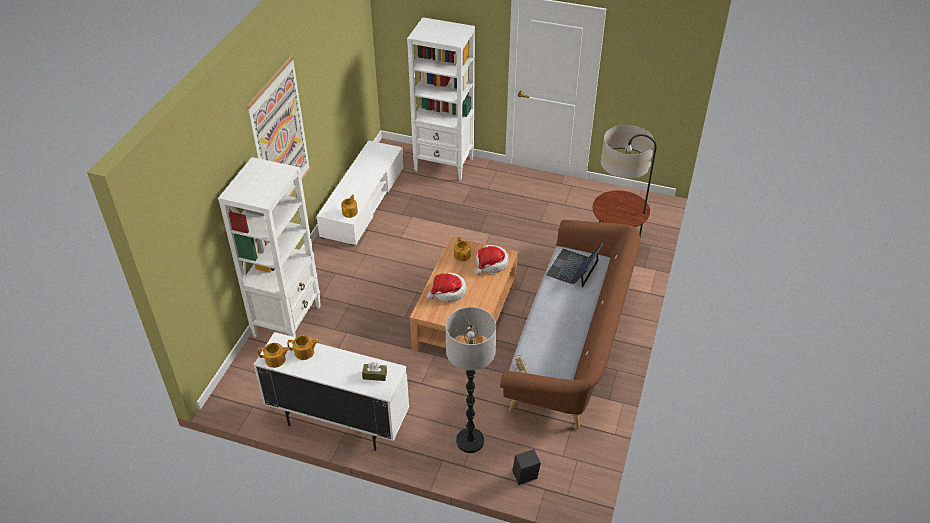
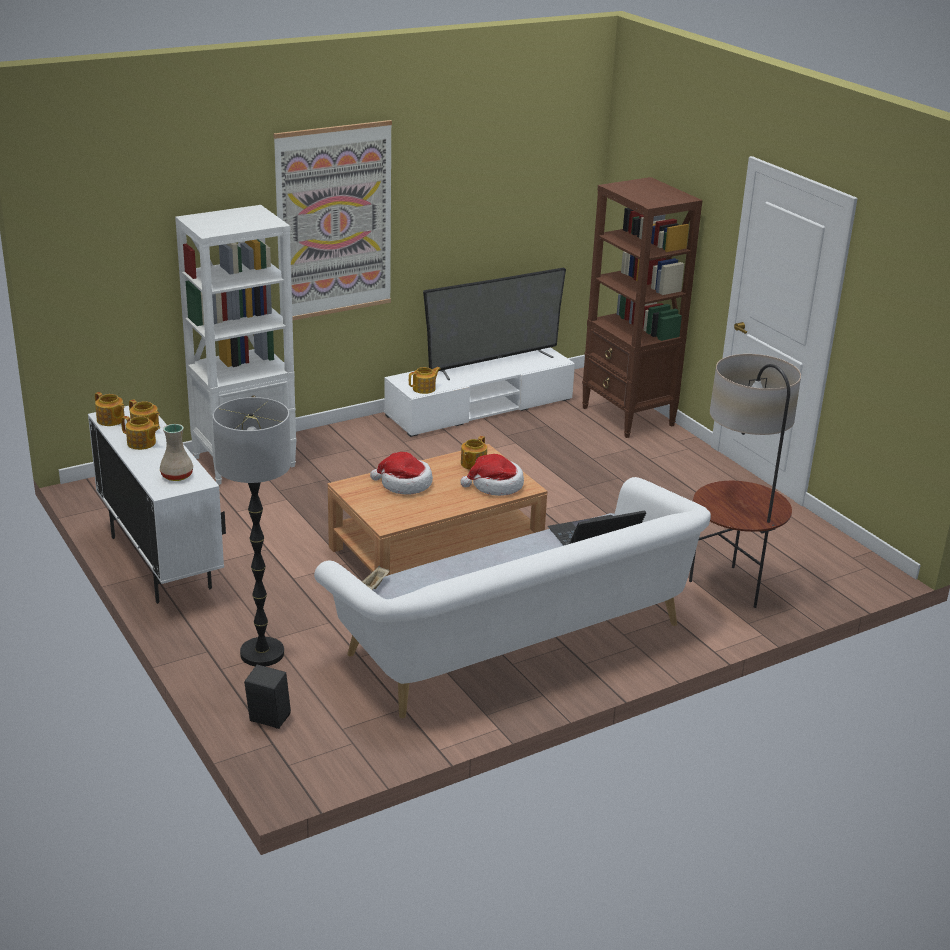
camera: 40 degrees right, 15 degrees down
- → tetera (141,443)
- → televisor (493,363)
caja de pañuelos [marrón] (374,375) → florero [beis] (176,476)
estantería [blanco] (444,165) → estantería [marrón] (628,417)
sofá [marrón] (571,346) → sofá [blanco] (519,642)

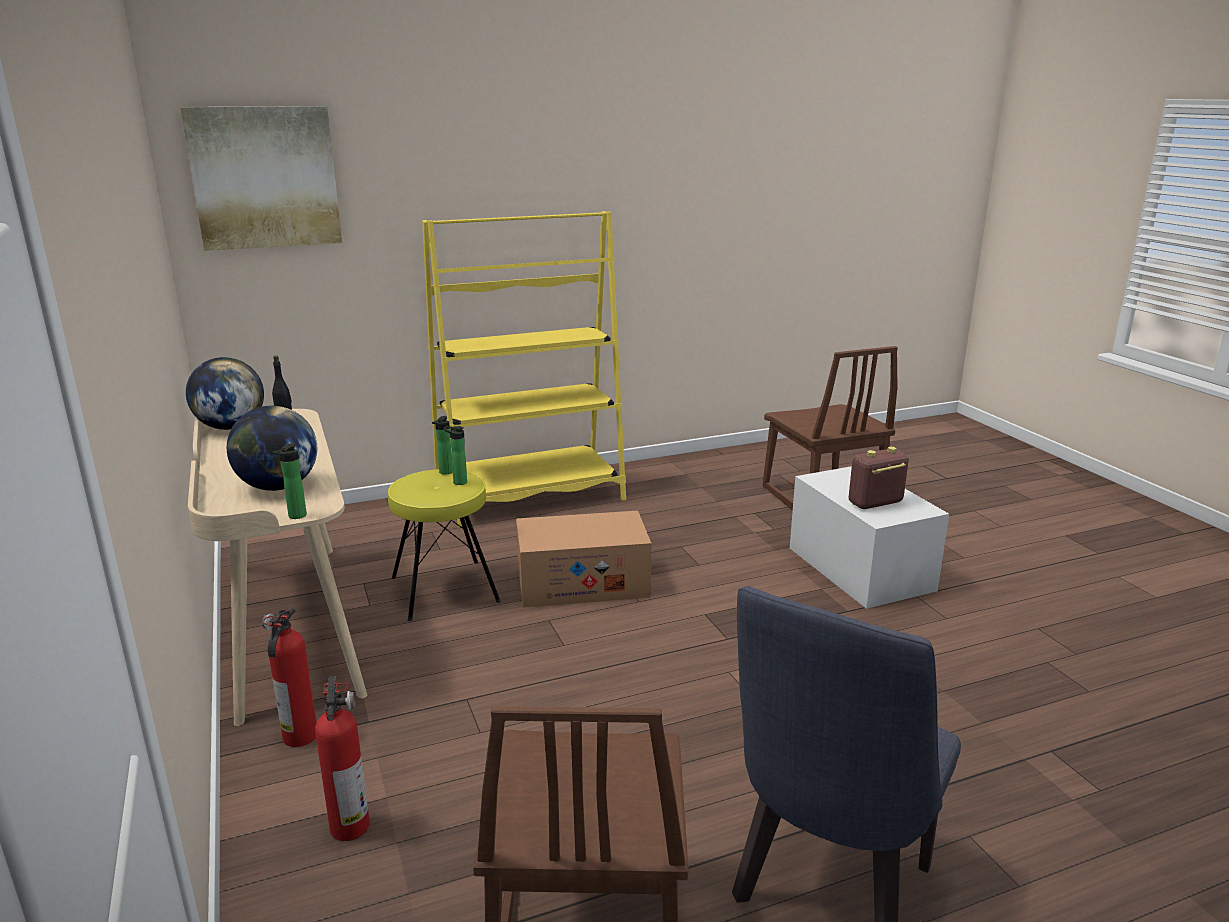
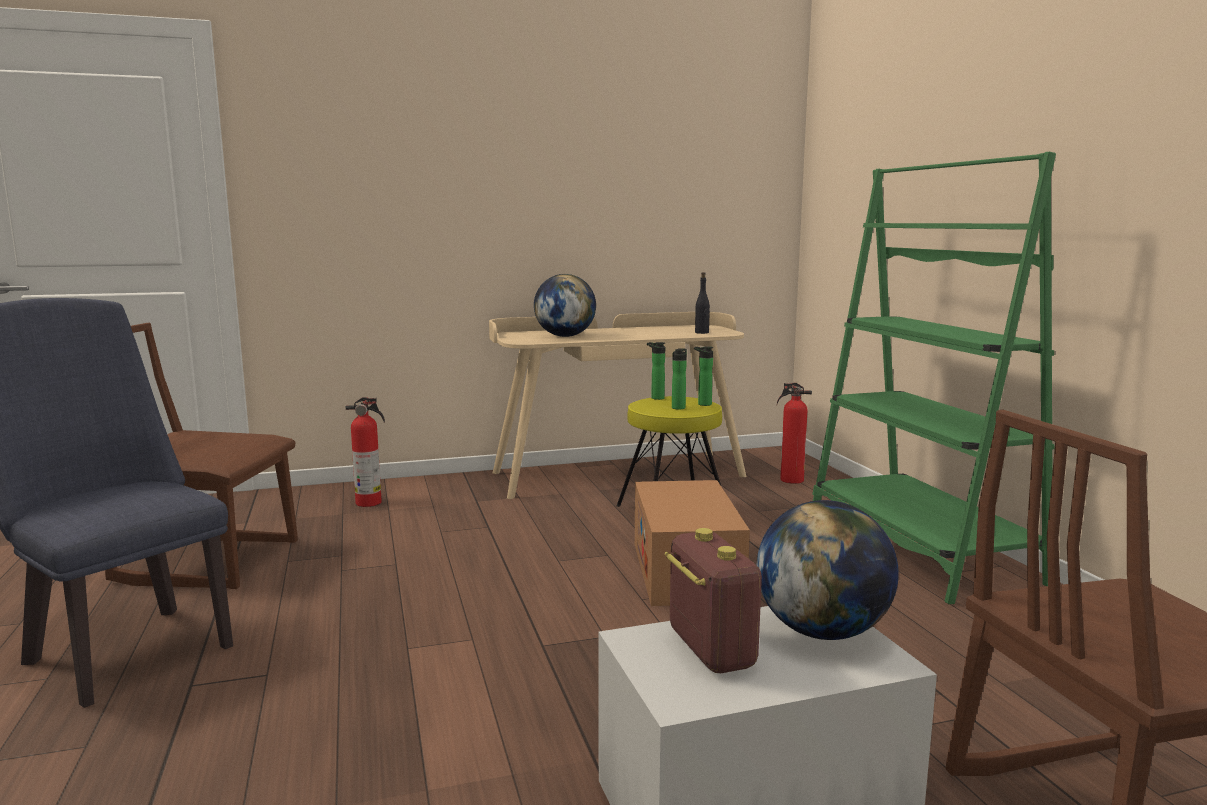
camera: 95 degrees right, 10 degrees down
cuadro (265,177) → -
globo terráqueo (230,427) → globo terráqueo (822,631), moved
extintor (299,737) → extintor (790,480), moved
botella (295,516) → botella (655,398), moved
estantería [amarillo] (530,497) → estantería [verde] (918,548)

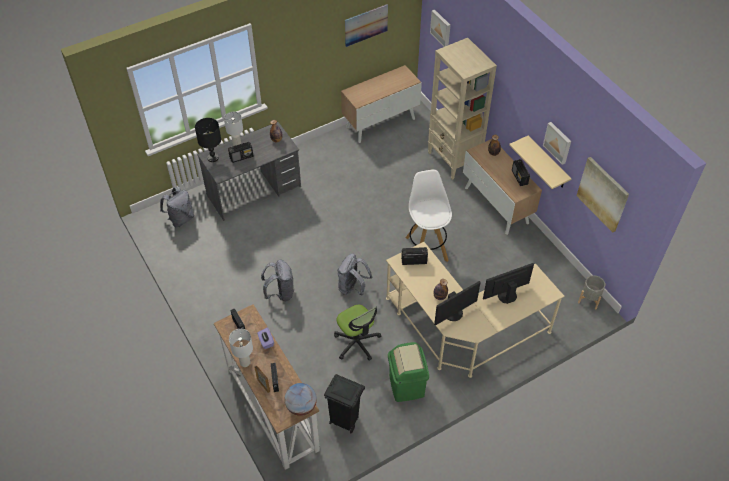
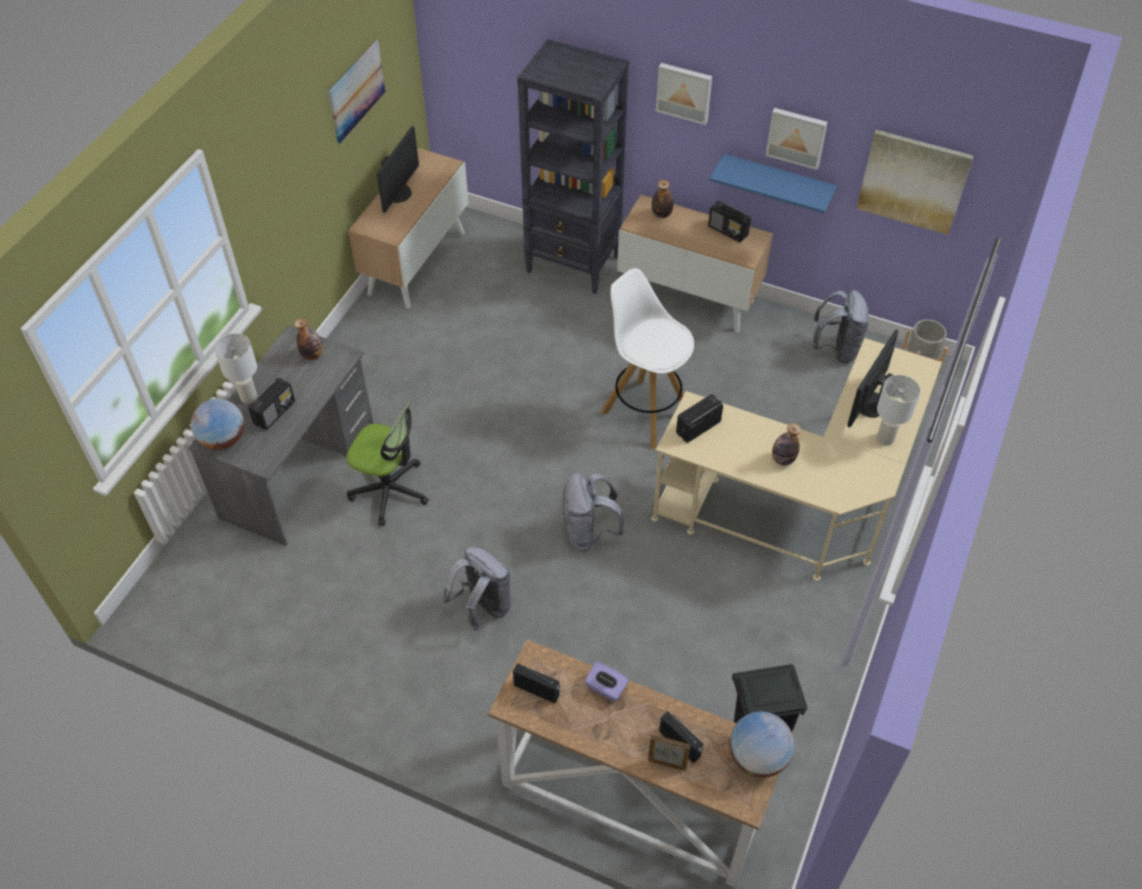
camera: 35 degrees left, 0 degrees up
papelera [verde] (407,385) → -
mochila [gris] (180,219) → mochila [gris] (836,349), moved
lámpara de mesa [blanco] (245,362) → lámpara de mesa [blanco] (884,438), moved
silla de oficina (357,342) → silla de oficina (390,490), moved
cuadro (441,28) → cuadro (684,92), moved
monitor (454,314) → monitor (399,193), moved
lámpara de mesa [negro] (213,157) → globo terráqueo (223,439)
estantería [beis] (454,160) → estantería [negro] (574,265)
estante [beis] (547,163) → estante [azul] (777,183)

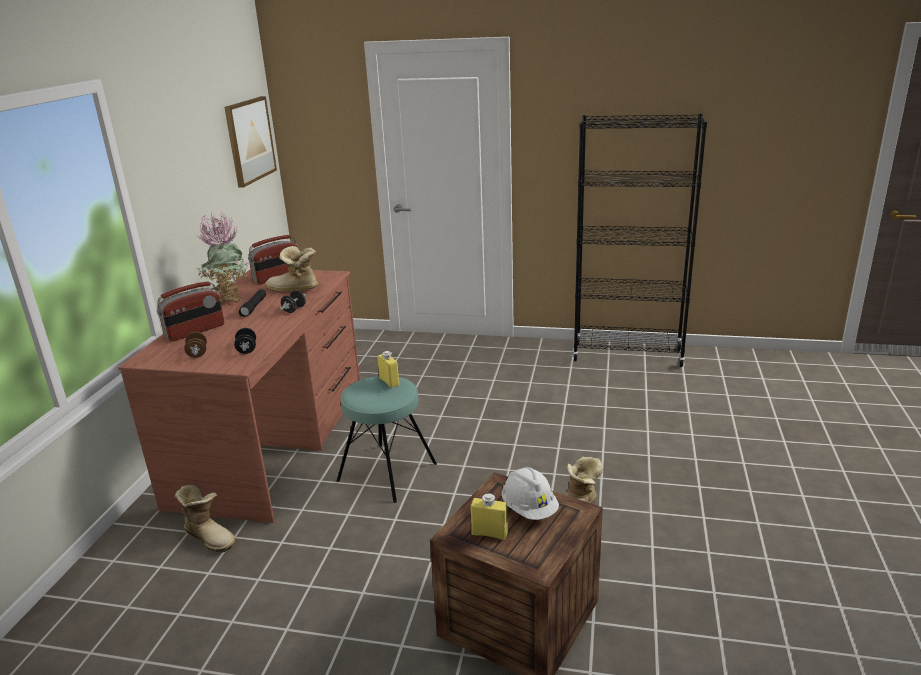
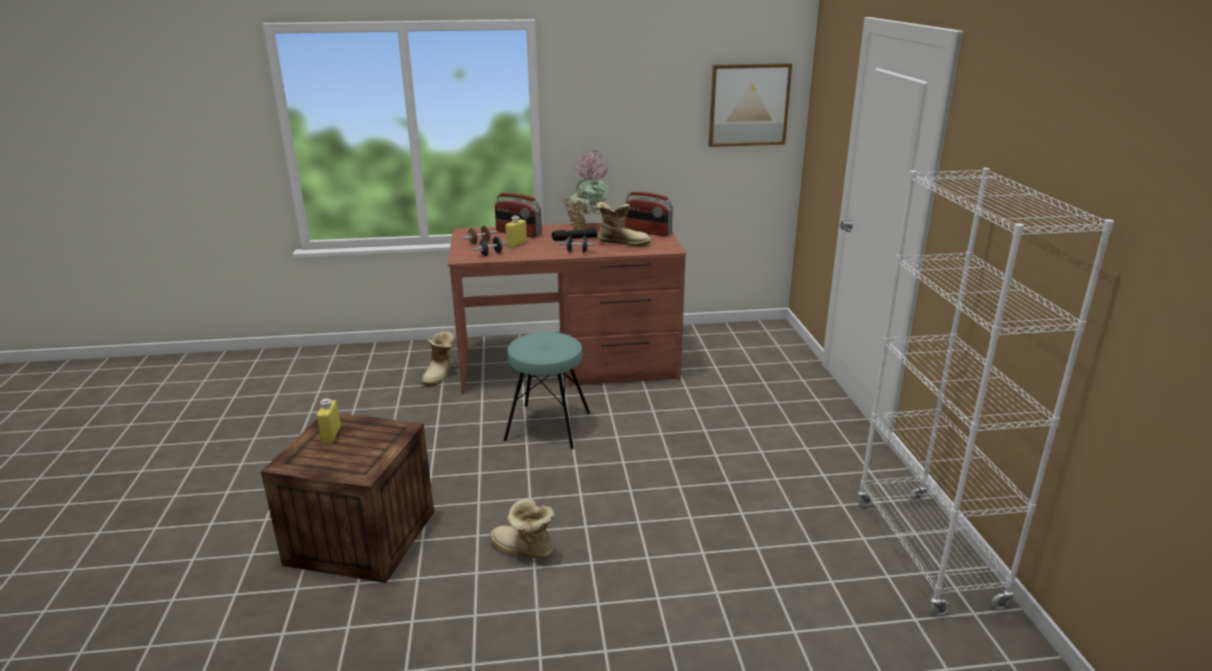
camera: 70 degrees right, 0 degrees up
casco [blanco] (529,509) → -
botella [amarillo] (389,382) → botella [amarillo] (516,244), moved
estantería [negro] (627,355) → estantería [blanco] (926,553)
bota (293,289) → bota (622,243), 105 degrees clockwise

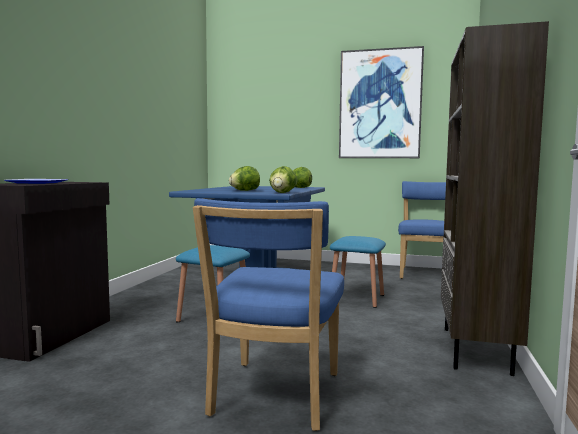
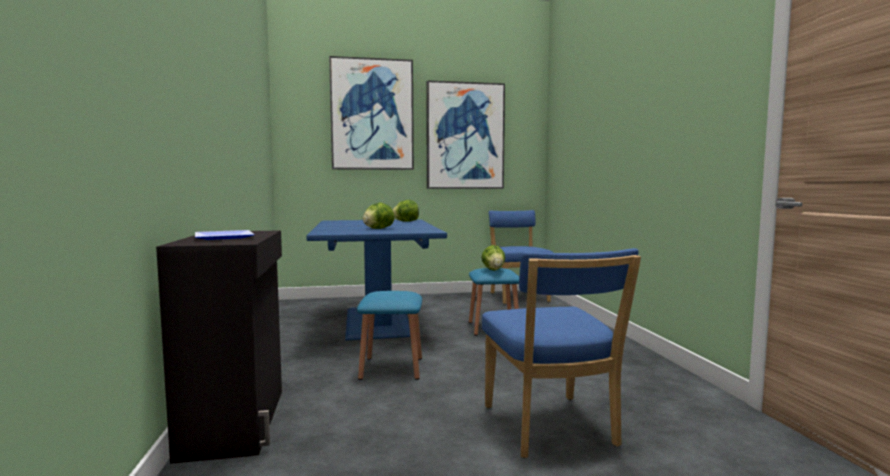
camera: 25 degrees left, 0 degrees up
estantería [marrón] (477,350) → -
- → cuadro (372,115)
lechuga (282,193) → lechuga (493,270), moved

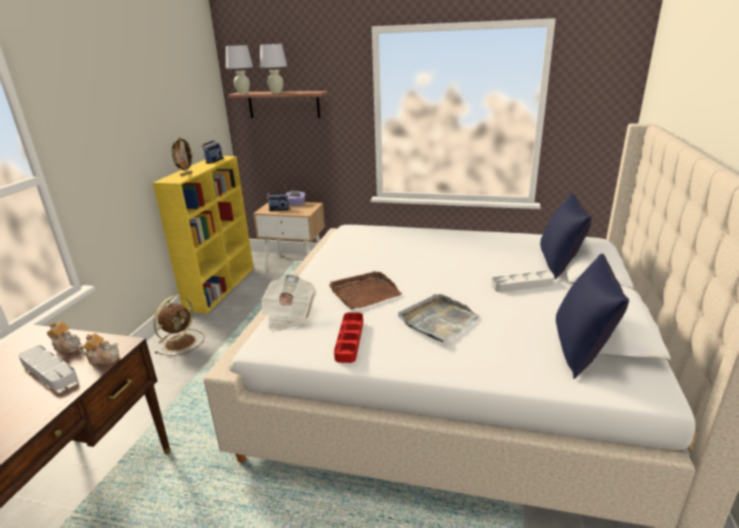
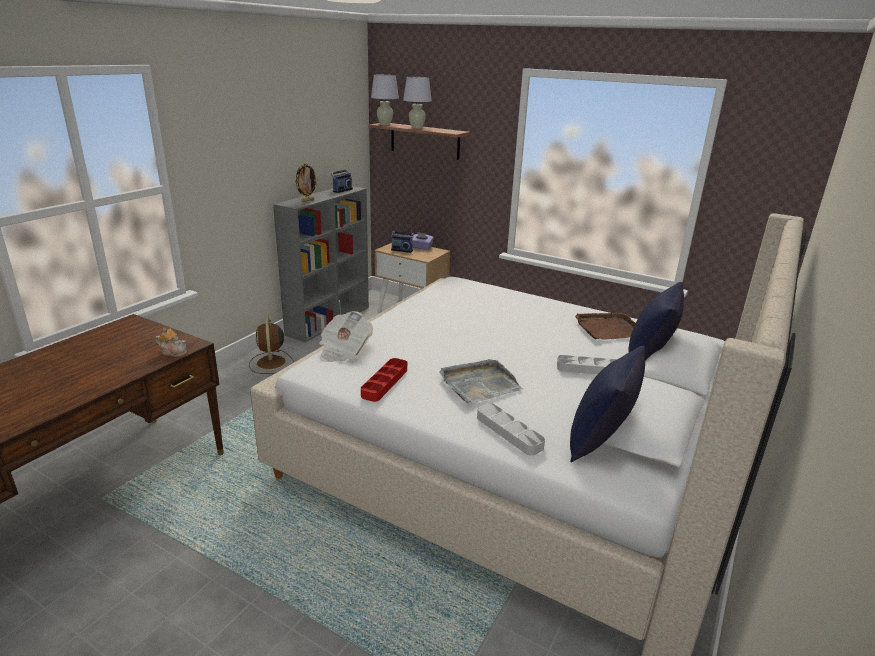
camera: 15 degrees right, 0 degrees up
tetera (67,346) → -
bandeja [gris] (49,371) → bandeja [gris] (509,432), moved
bandeja [marrón] (364,293) → bandeja [marrón] (607,329), moved
estantería [amarillo] (221,287) → estantería [gris] (329,320)
ventilador [marrón] (181,342) → ventilador [marrón] (271,363), 120 degrees clockwise

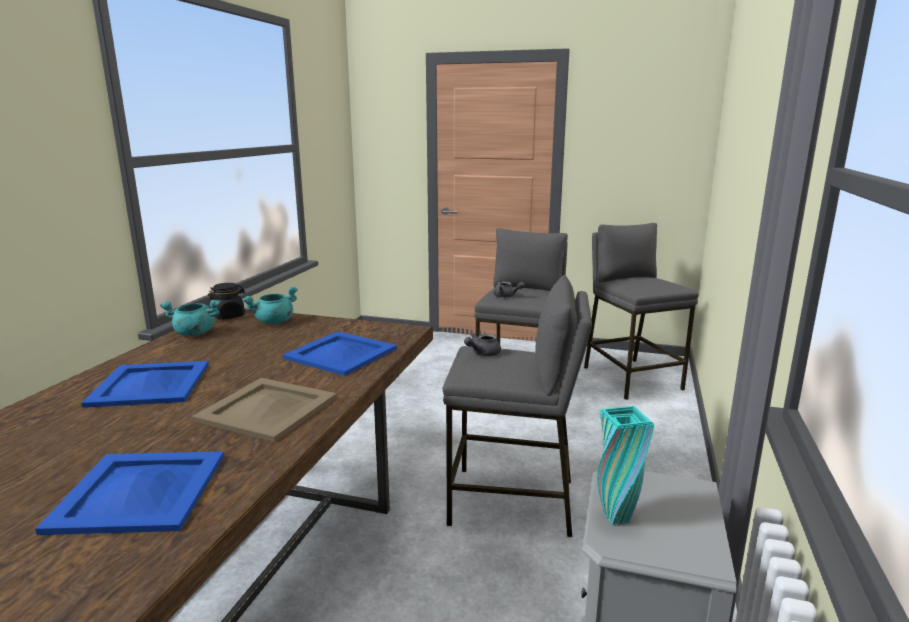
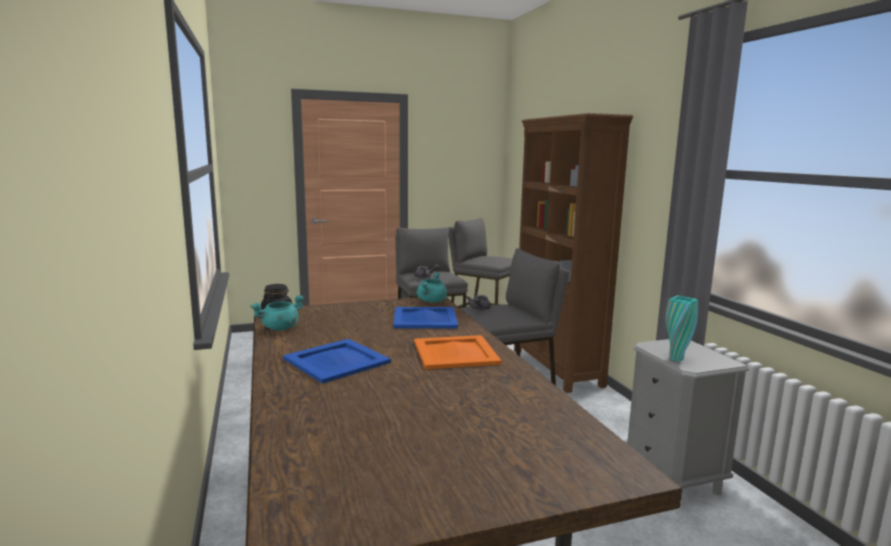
camera: 35 degrees left, 5 degrees down
bandeja [azul] (140,492) → -
- → estantería [marrón] (557,367)
olla [turquesa] (274,322) → olla [turquesa] (432,301), moved
bandeja [beis] (268,408) → bandeja [naranja] (456,352)

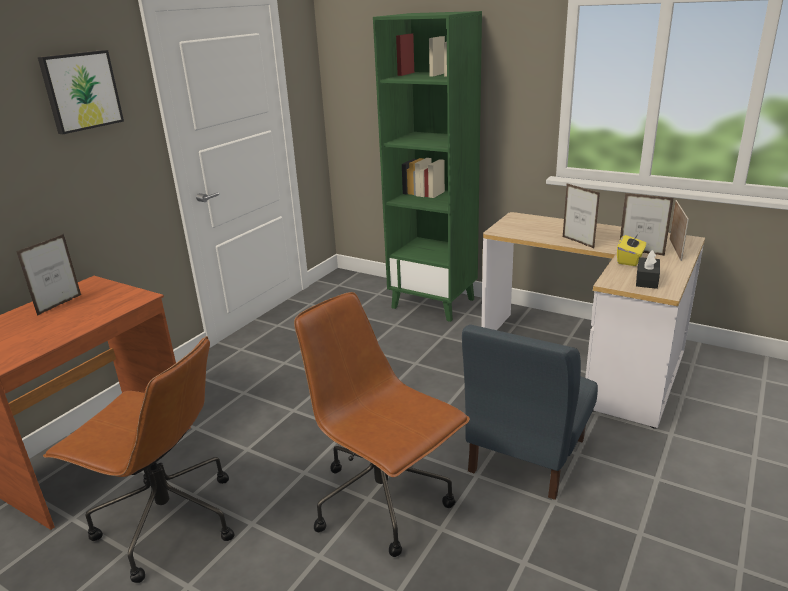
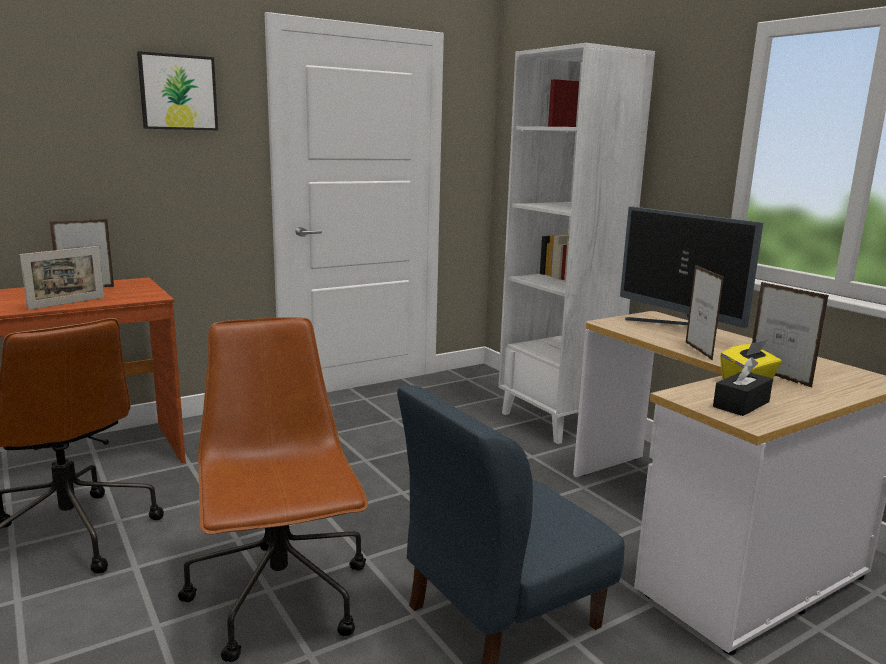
camera: 25 degrees right, 10 degrees down
- → monitor (679,330)
portarretratos (675,249) → portarretratos (67,303), moved
estantería [verde] (434,303) → estantería [blanco] (557,421)

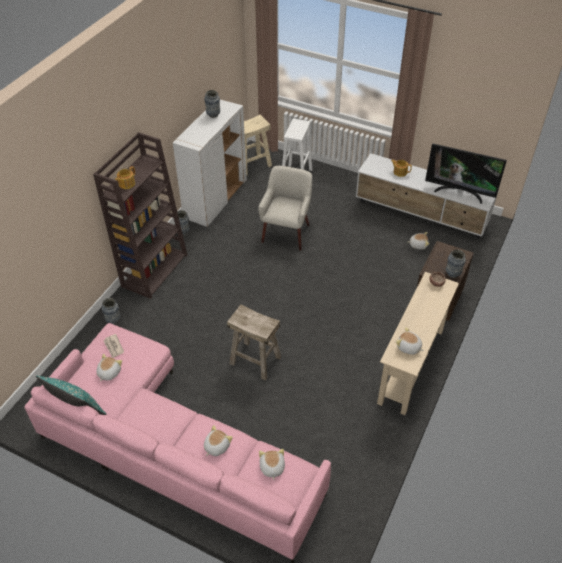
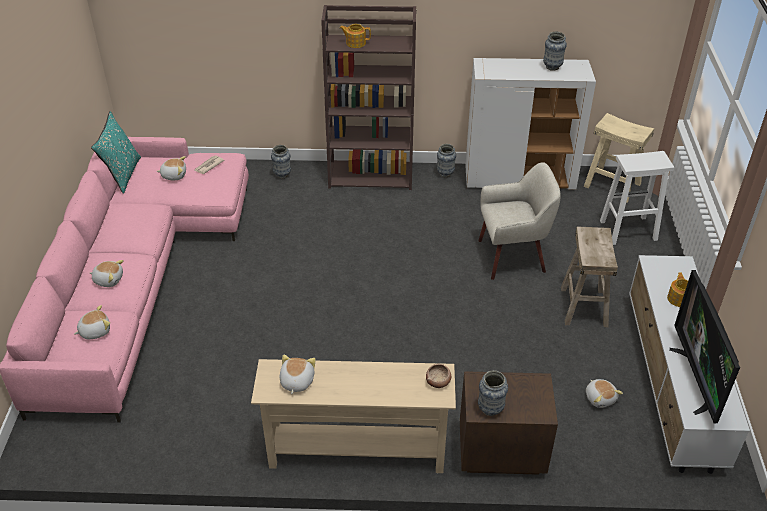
camera: 65 degrees right, 5 degrees down
taburete [beis] (255,360) → taburete [beis] (583,306), moved

